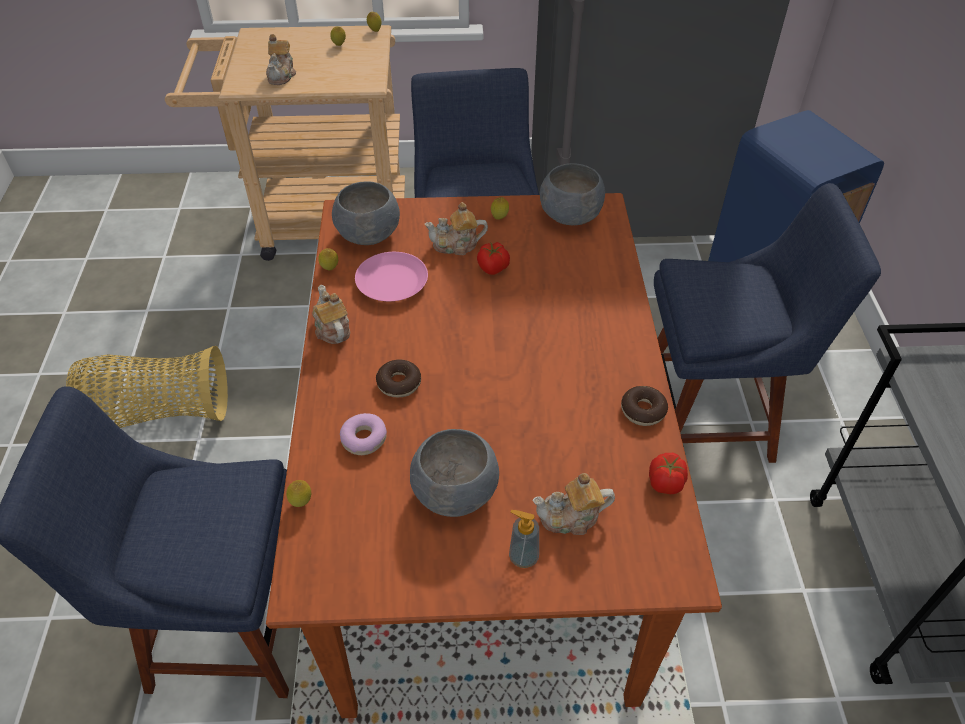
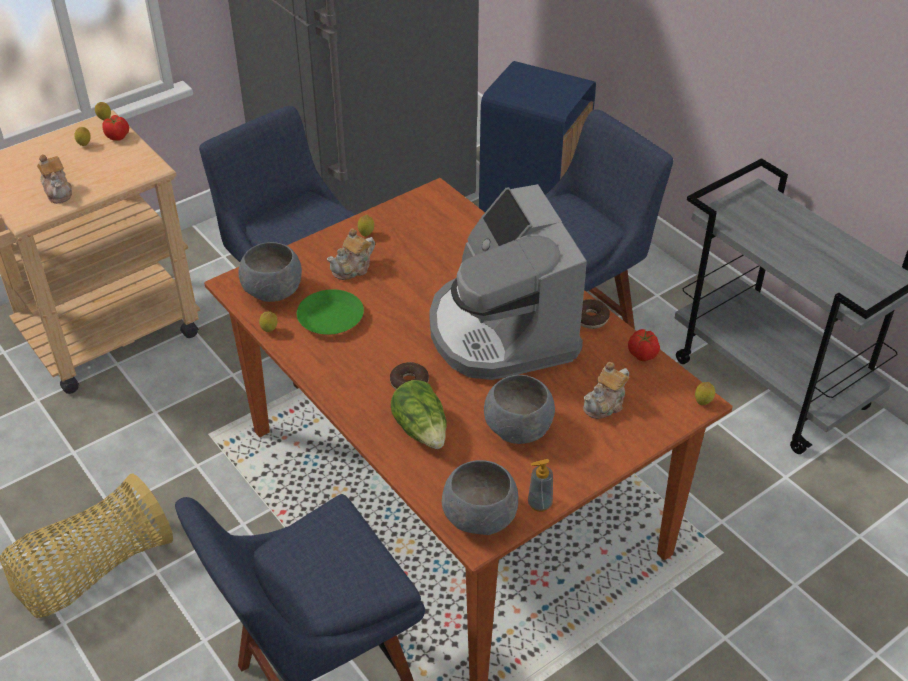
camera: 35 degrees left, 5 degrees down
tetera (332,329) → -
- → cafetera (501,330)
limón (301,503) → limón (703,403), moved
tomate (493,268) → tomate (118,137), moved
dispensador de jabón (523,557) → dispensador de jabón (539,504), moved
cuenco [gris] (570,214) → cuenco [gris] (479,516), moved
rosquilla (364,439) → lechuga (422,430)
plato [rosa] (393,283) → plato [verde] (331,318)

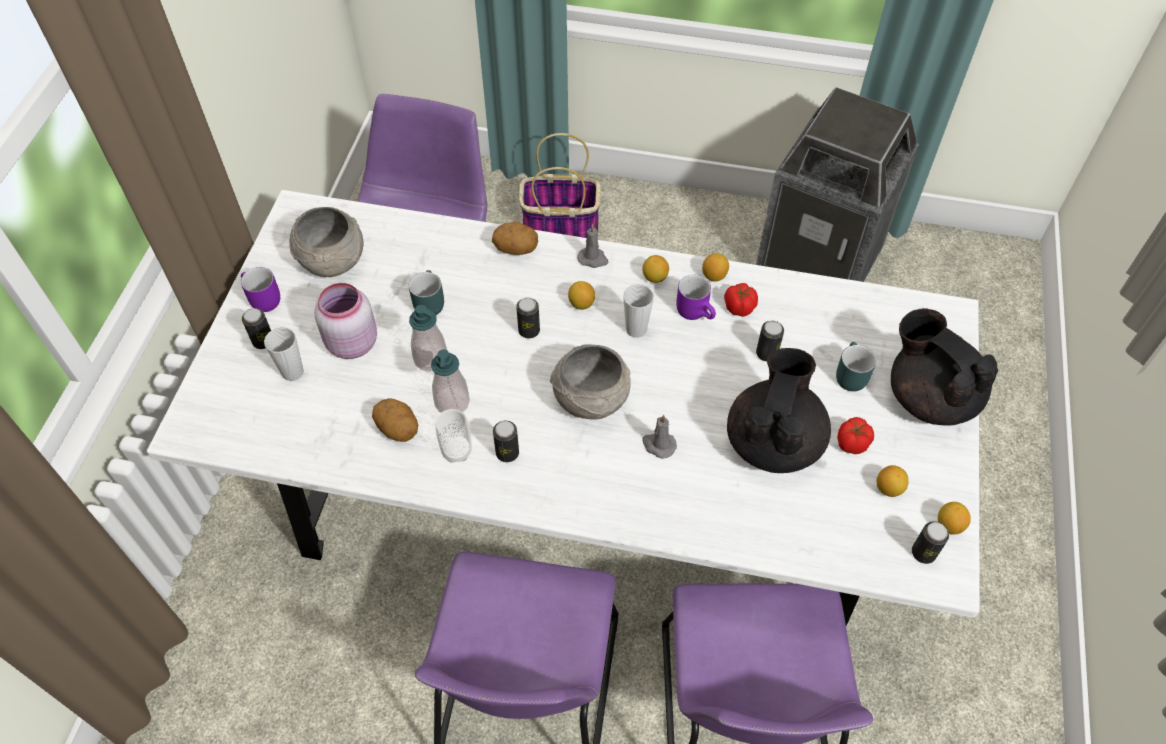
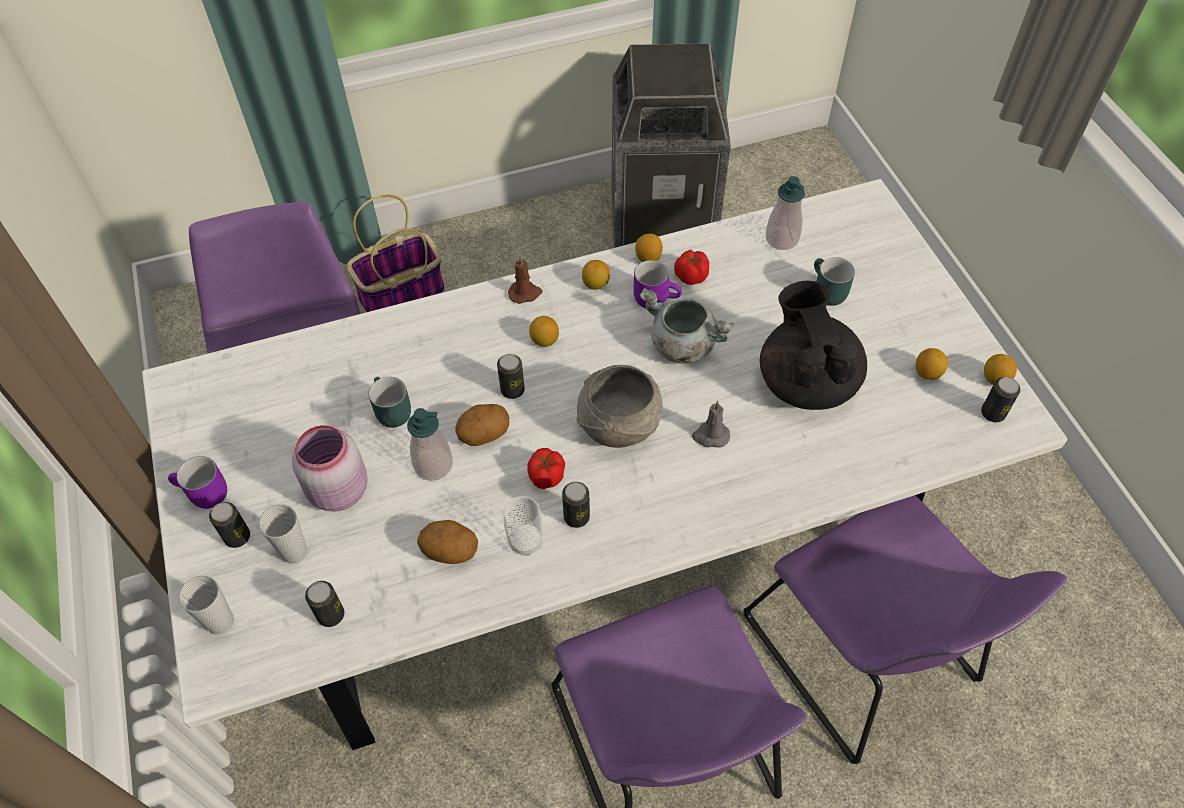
camera: 30 degrees left, 0 degrees up
cuenco [gris] (332,260) → -
tetera [negro] (929,396) → -
- → olla [gris] (681,345)
dispensador de jabón (452,402) → dispensador de jabón (782,239), moved
patata (516,249) → patata (484,434), moved
taza (636,329) → taza (220,622), moved
lata (766,353) → lata (331,615), moved
tomate (851,443) → tomate (546,477), moved
vela [gris] (593,259) → vela [marrón] (525,293)

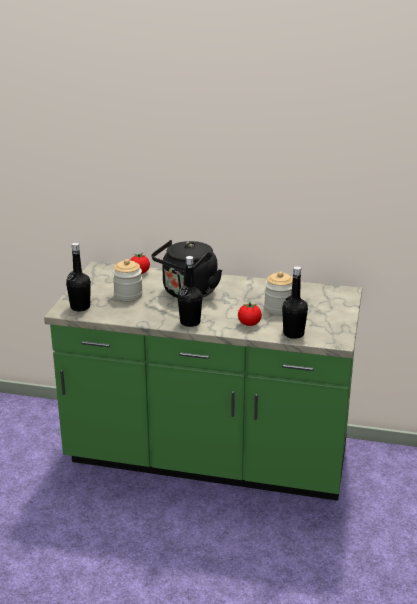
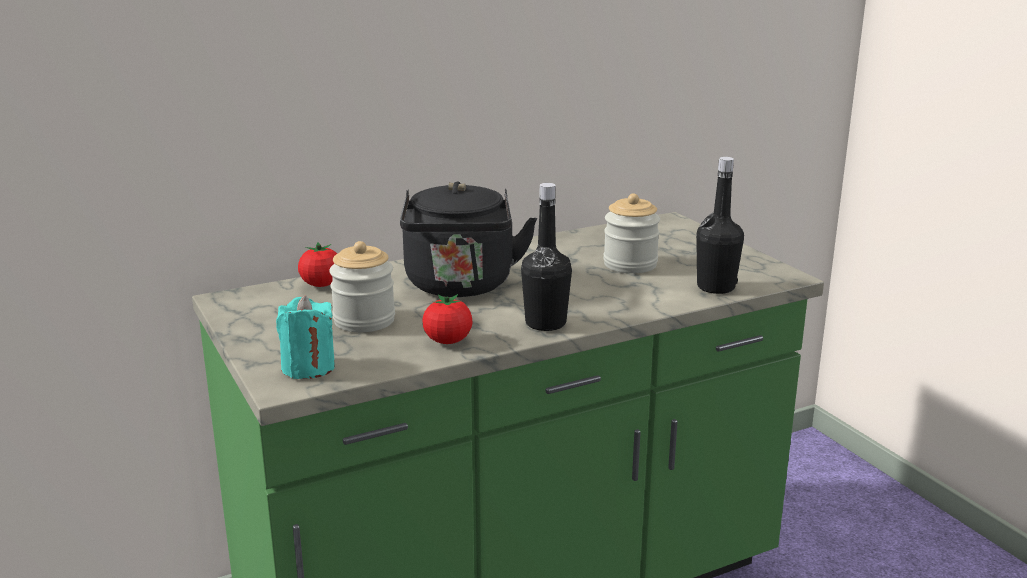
camera: 40 degrees left, 5 degrees down
tomate (249,324) → tomate (448,341), moved
botella [negro] (80,307) → vela [turquesa] (308,368)

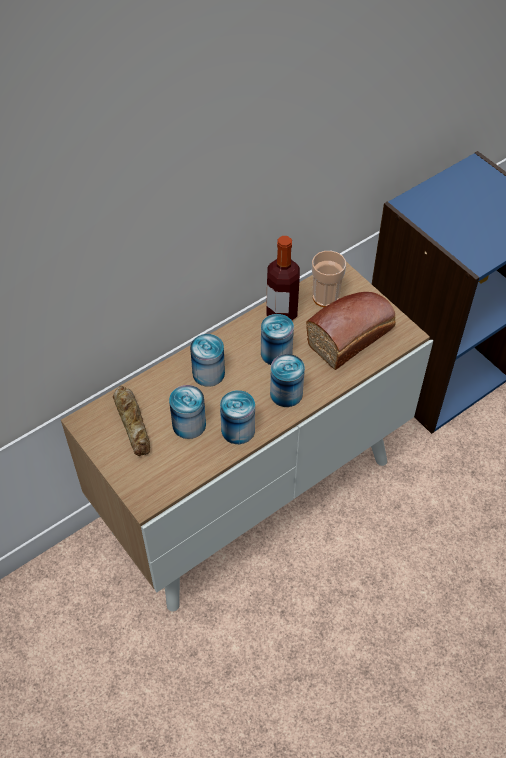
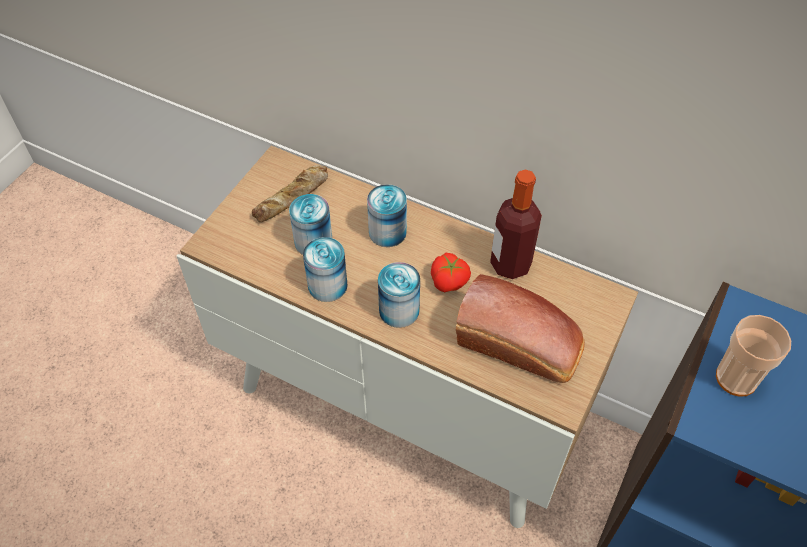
camera: 65 degrees right, 0 degrees up
taza (325,297) → taza (736,378), moved
lata (276,353) → tomate (450,280)

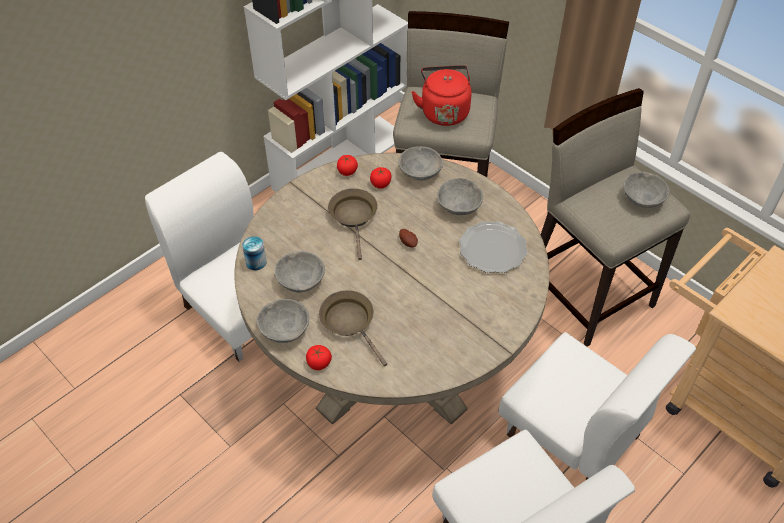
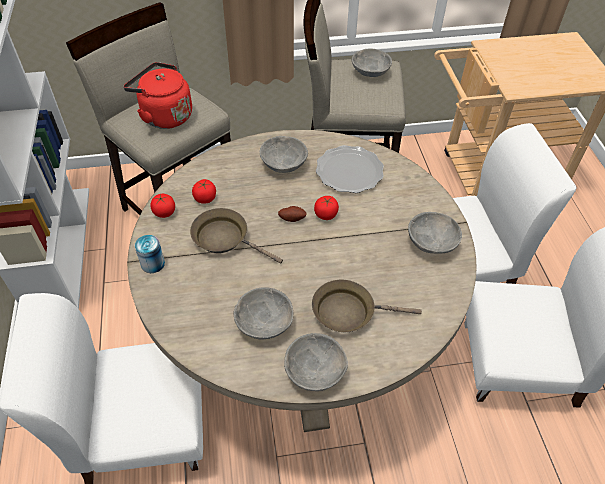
camera: 55 degrees left, 0 degrees up
lata (256,262) → lata (153,263), moved
tomate (319,363) → tomate (326,214), moved
cuenco [gris] (419,173) → cuenco [gris] (432,244), moved

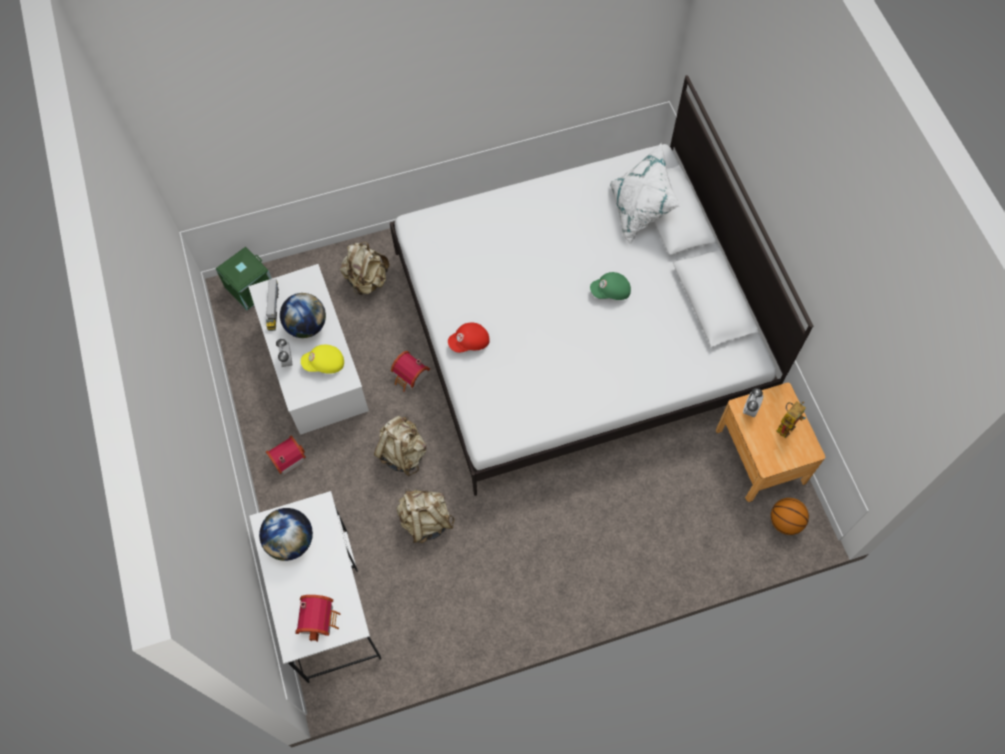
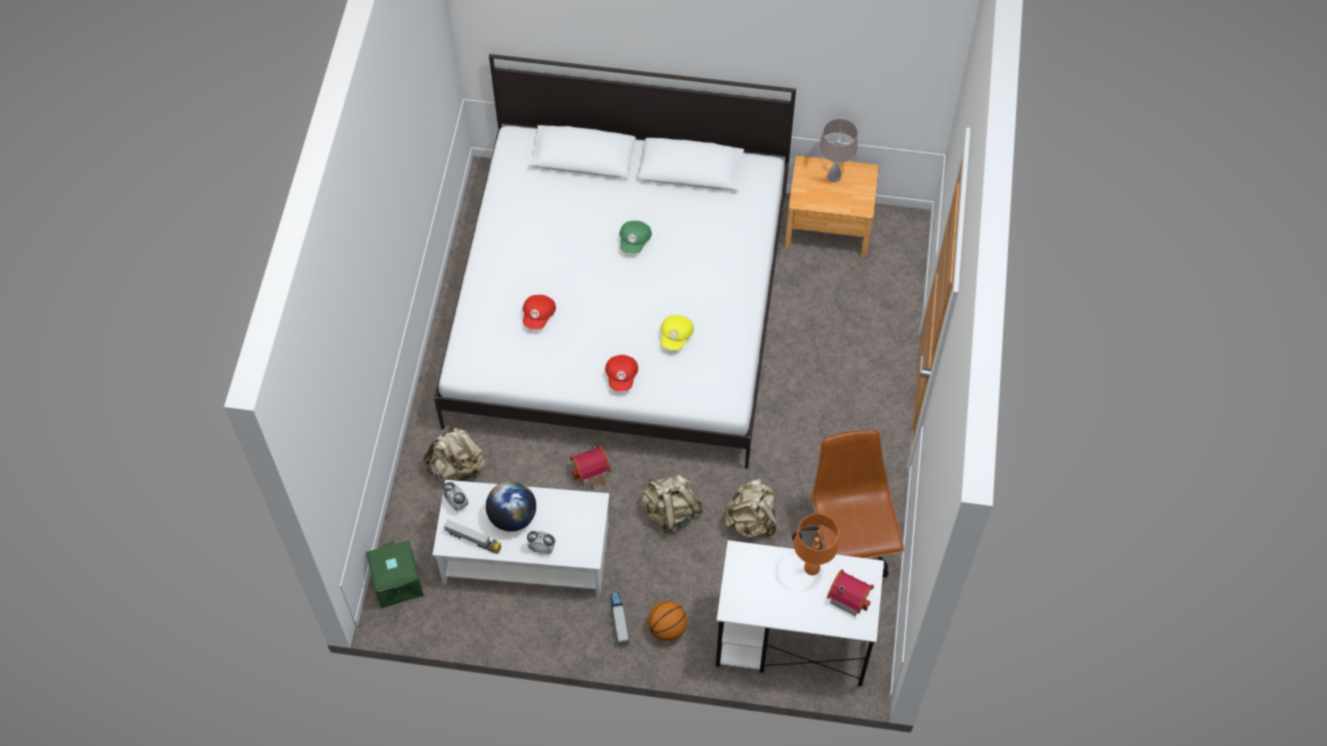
camera: 65 degrees left, 5 degrees down
globo terráqueo (291,541) → -
cojín [blanco] (639,211) → -
- → gorra [rojo] (539,316)
- → silla de oficina [marrón] (847,545)
- → lámpara de mesa [naranja] (811,567)
gorra [amarillo] (324,364) → gorra [amarillo] (676,336), moved
despertador (750,409) → despertador (457,504), moved
balón de baloncesto (785,521) → balón de baloncesto (667,628), moved
casita (286,458) → camión de juguete (619,620)
robot de juguete (786,424) → lámpara de mesa [beis] (833,176)

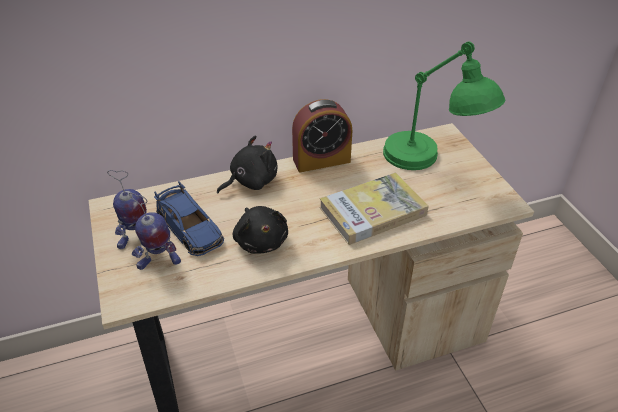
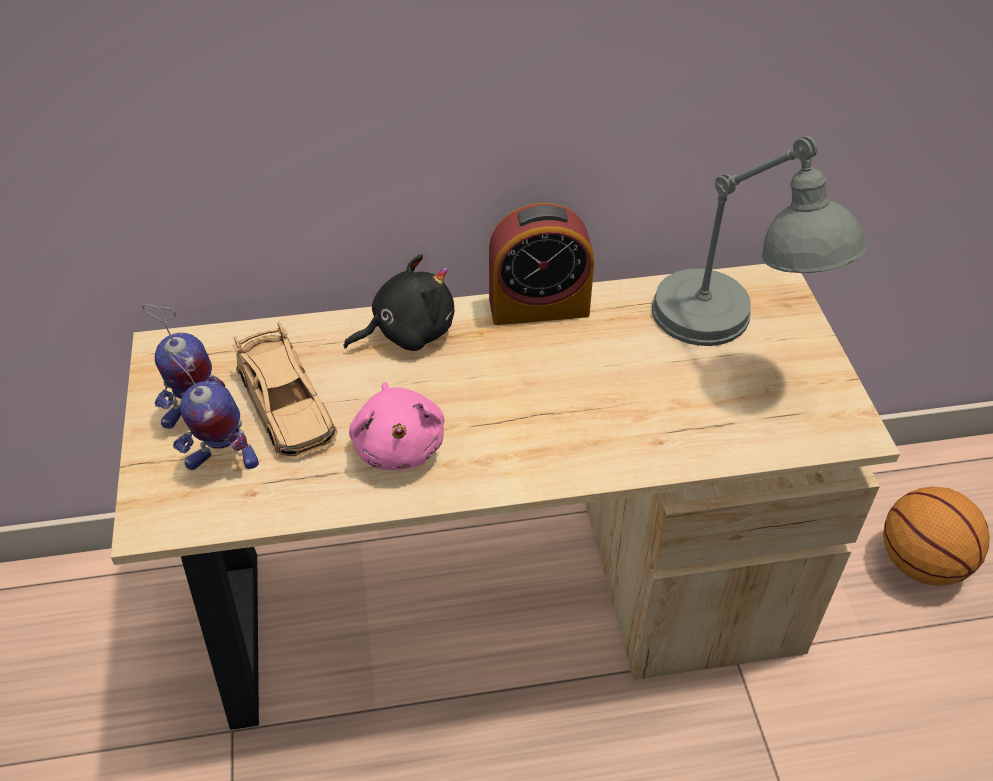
camera: 10 degrees right, 5 degrees up
libro (372,211) → -
- → balón de baloncesto (922,563)
coche de juguete [azul] (190,228) → coche de juguete [beis] (286,405)
peluche [negro] (261,240) → peluche [rosa] (399,444)
lámpara de mesa [verde] (430,164) → lámpara de mesa [gris] (733,338)

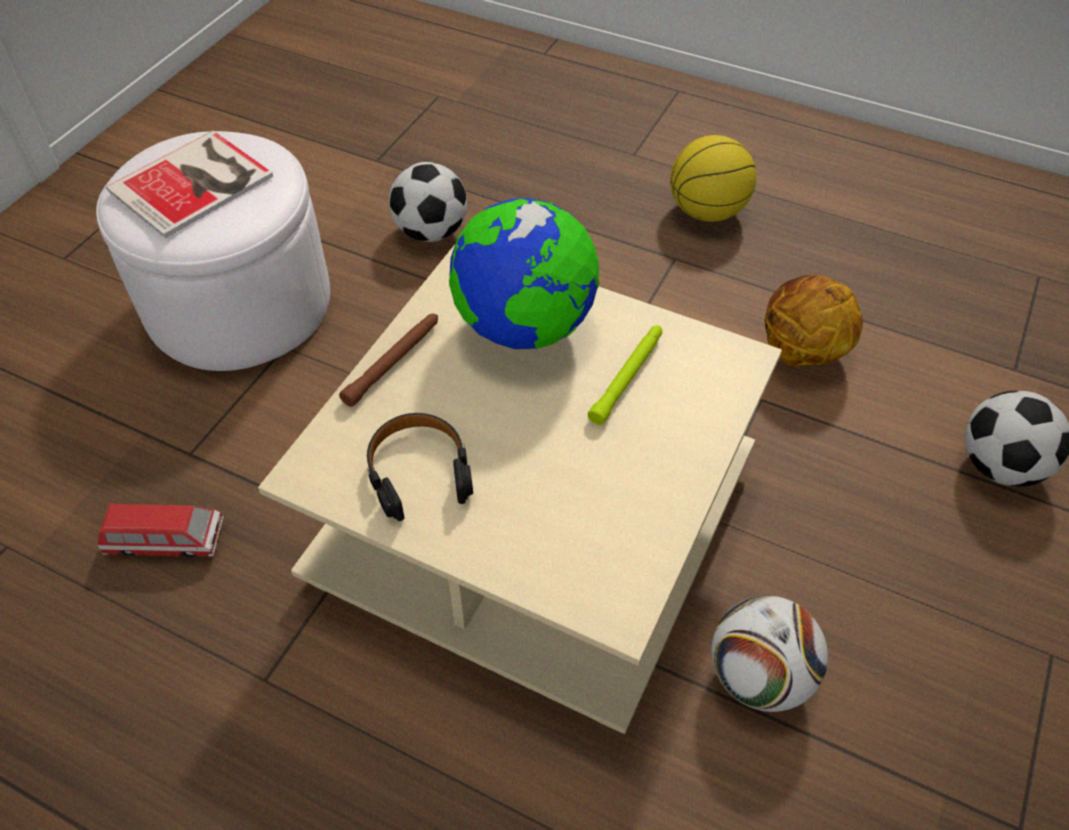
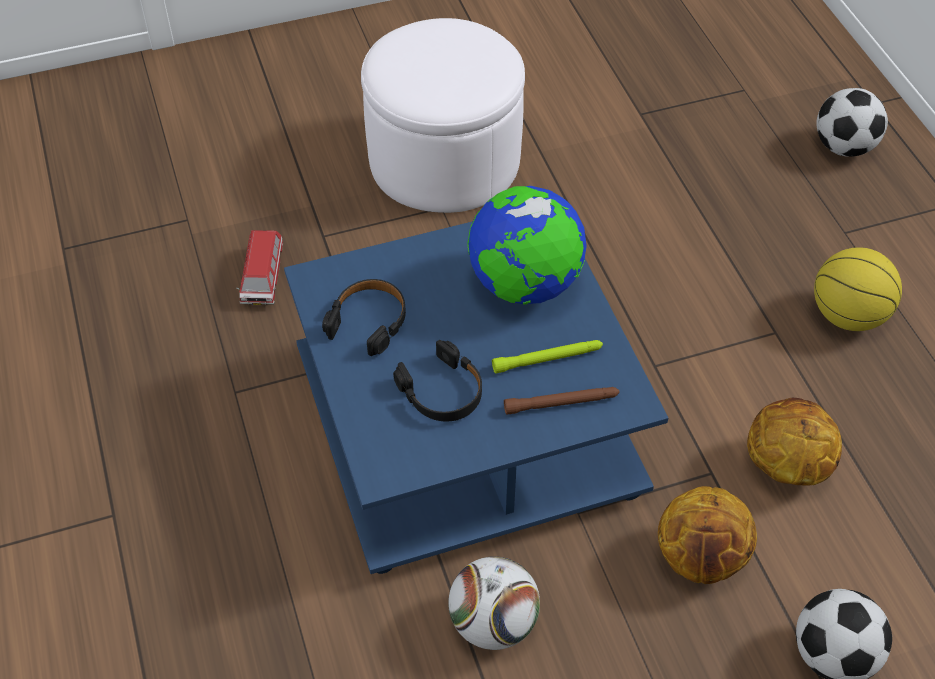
camera: 45 degrees right, 0 degrees up
libro (196,183) → -
- → auriculares [negro] (442,391)
- → balón de baloncesto (701,558)
linterna [marrón] (393,362) → linterna [marrón] (561,403), moved
balón de fútbol (431,232) → balón de fútbol (844,147), moved
mesa de centro [beis] (539,521) → mesa de centro [azul] (471,429)
coche de juguete (166,541) → coche de juguete (263,277), 45 degrees clockwise

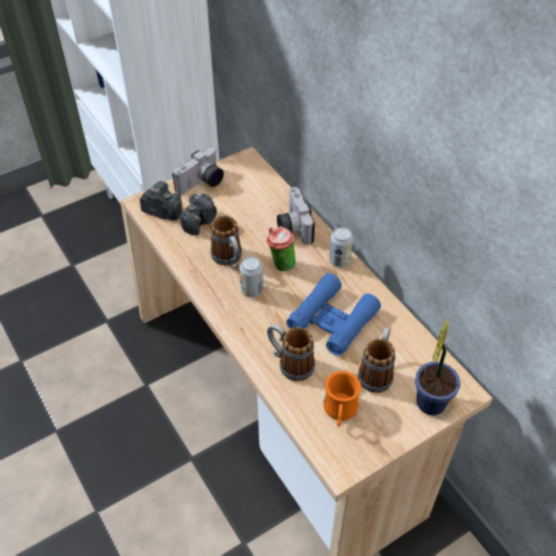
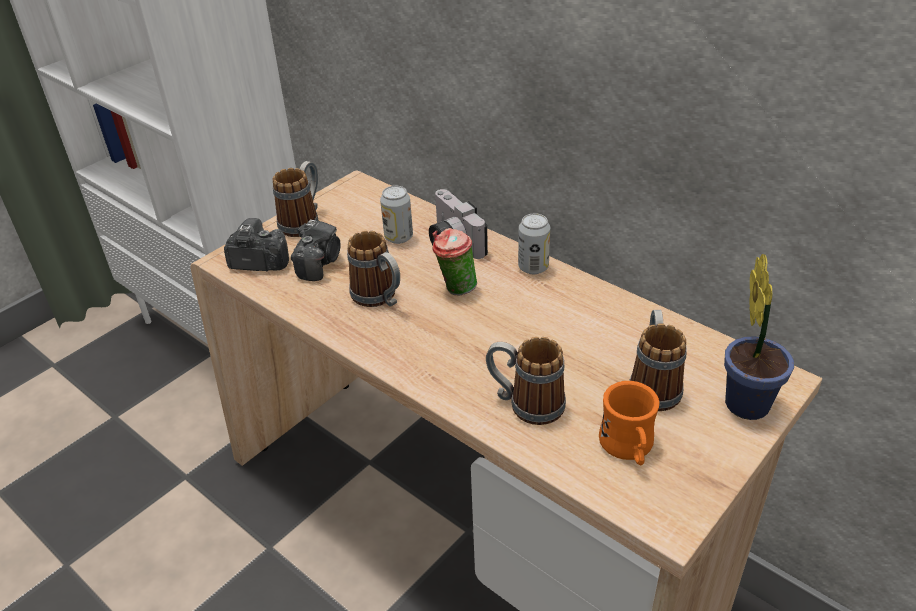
camera: 15 degrees left, 10 degrees down
prismáticos [azul] (332,320) → -
lata (252,290) → lata (398,237), moved
cámara (202,184) → taza grande (304,221)

